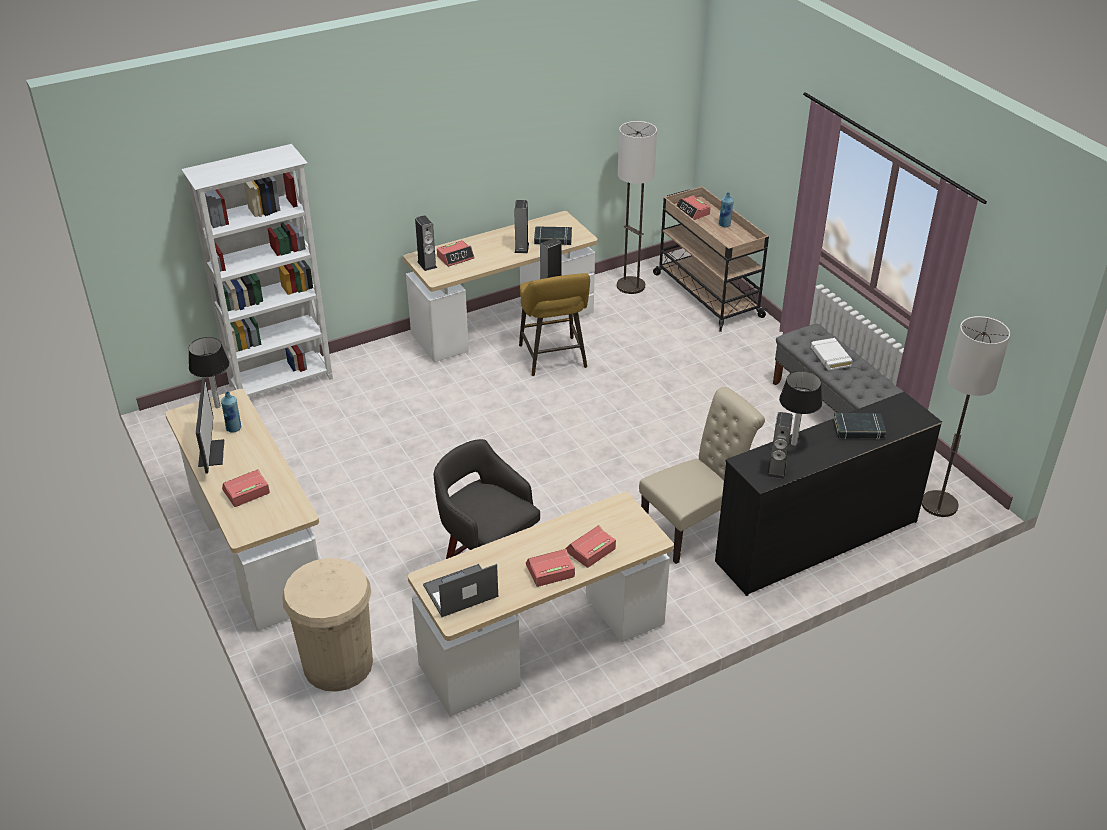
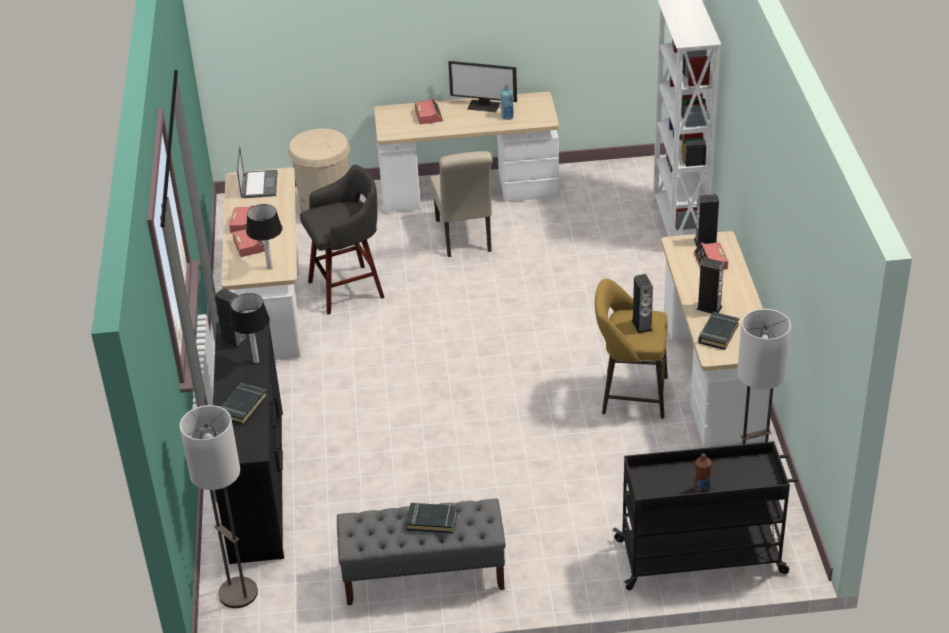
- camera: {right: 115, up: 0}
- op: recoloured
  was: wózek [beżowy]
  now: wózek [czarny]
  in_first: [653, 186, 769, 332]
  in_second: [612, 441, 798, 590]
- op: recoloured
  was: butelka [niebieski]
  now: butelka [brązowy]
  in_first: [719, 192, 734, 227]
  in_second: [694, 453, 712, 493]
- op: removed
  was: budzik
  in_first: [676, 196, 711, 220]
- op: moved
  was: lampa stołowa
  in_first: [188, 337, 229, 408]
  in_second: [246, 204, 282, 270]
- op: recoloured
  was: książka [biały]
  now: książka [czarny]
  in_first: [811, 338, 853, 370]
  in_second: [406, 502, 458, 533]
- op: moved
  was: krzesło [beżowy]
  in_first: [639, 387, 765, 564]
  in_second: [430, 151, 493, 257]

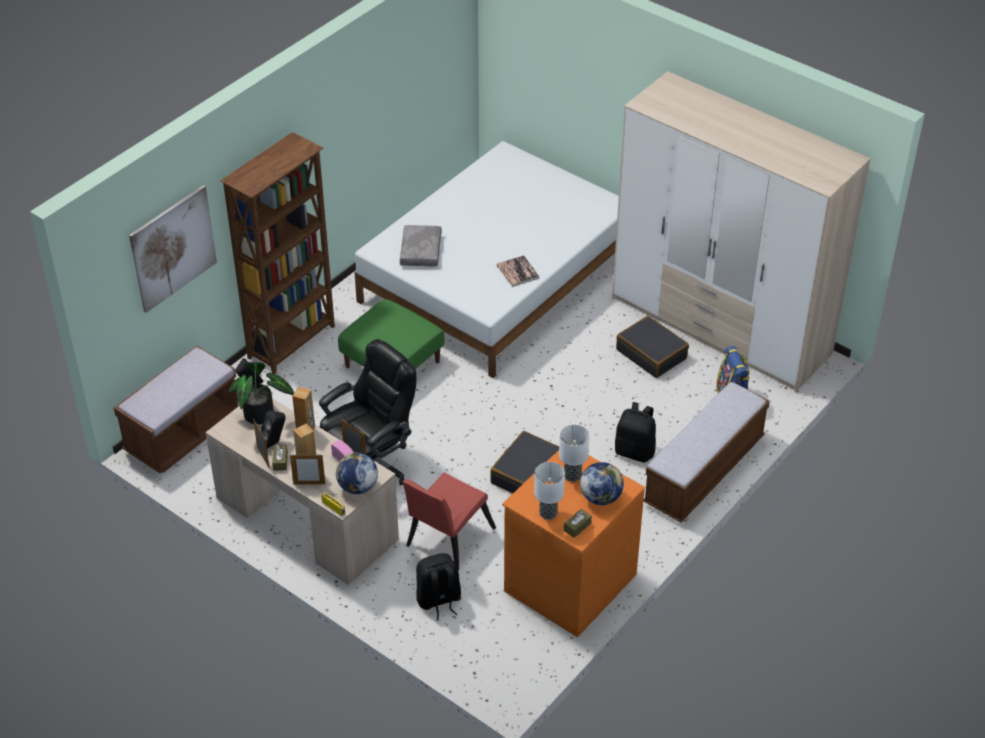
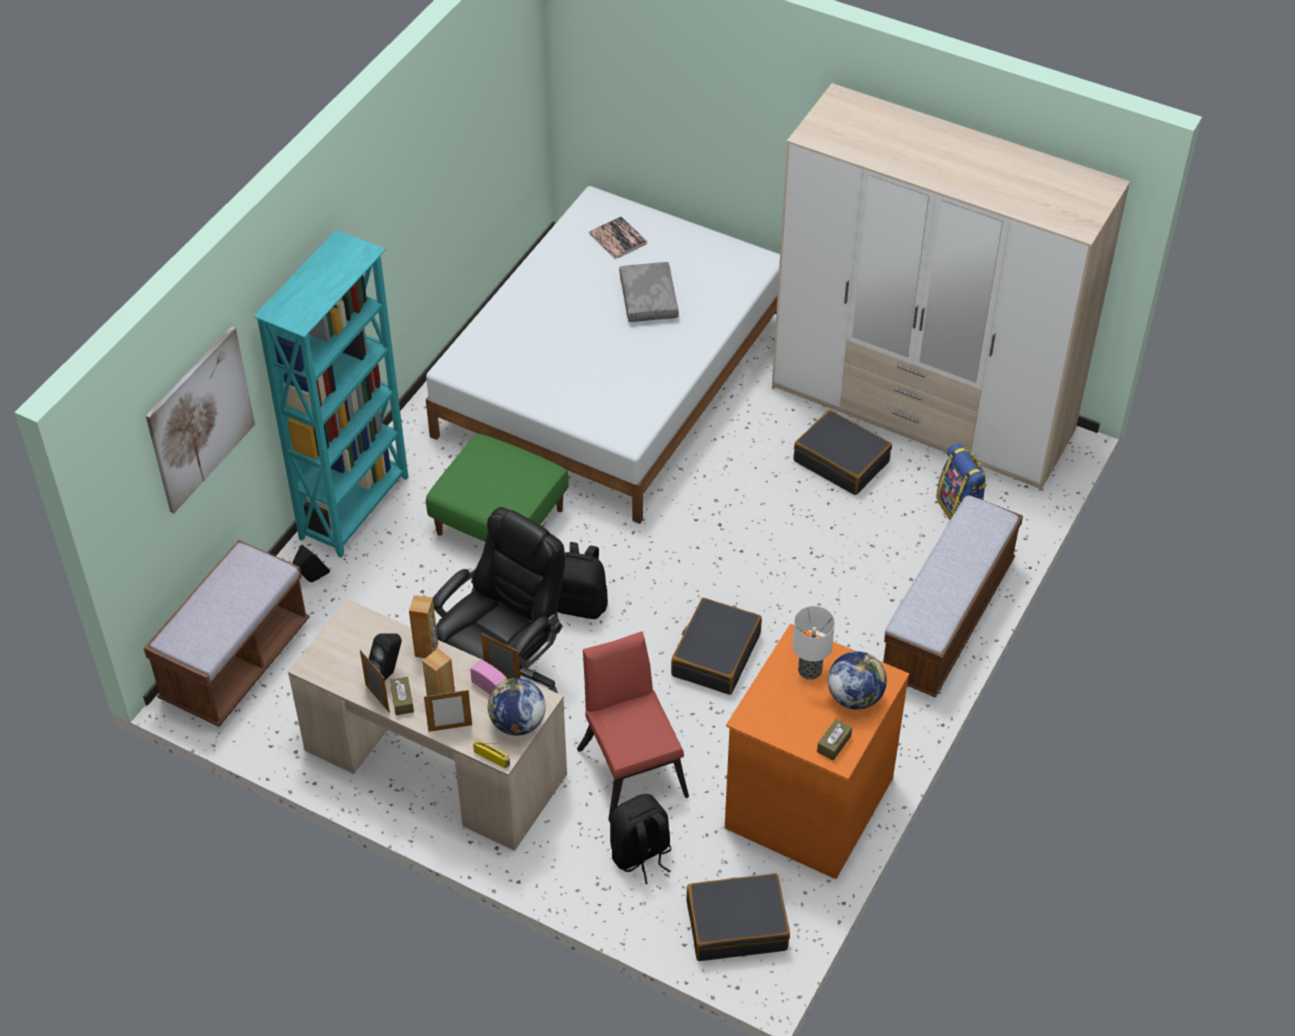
- camera: {right: -10, up: 5}
- op: recoloured
  was: regał [brązowy]
  now: regał [turkusowy]
  in_first: [220, 132, 335, 374]
  in_second: [253, 230, 408, 558]
- op: moved
  was: poduszka [szary]
  in_first: [400, 225, 442, 266]
  in_second: [619, 262, 679, 322]
- op: moved
  was: książka
  in_first: [496, 255, 539, 287]
  in_second: [589, 217, 647, 259]
- op: removed
  was: roślina doniczkowa
  in_first: [228, 362, 294, 424]
- op: moved
  was: plecak [czarny]
  in_first: [615, 402, 656, 463]
  in_second: [557, 542, 608, 619]
- op: removed
  was: lampa stołowa
  in_first: [534, 462, 565, 520]
- op: turned
  was: krzesło [czerwony]
  in_first: [403, 473, 496, 570]
  in_second: [577, 631, 689, 822]
  clockwise: 135
- op: added
  now: walizka [czarny]
  in_second: [686, 873, 790, 961]

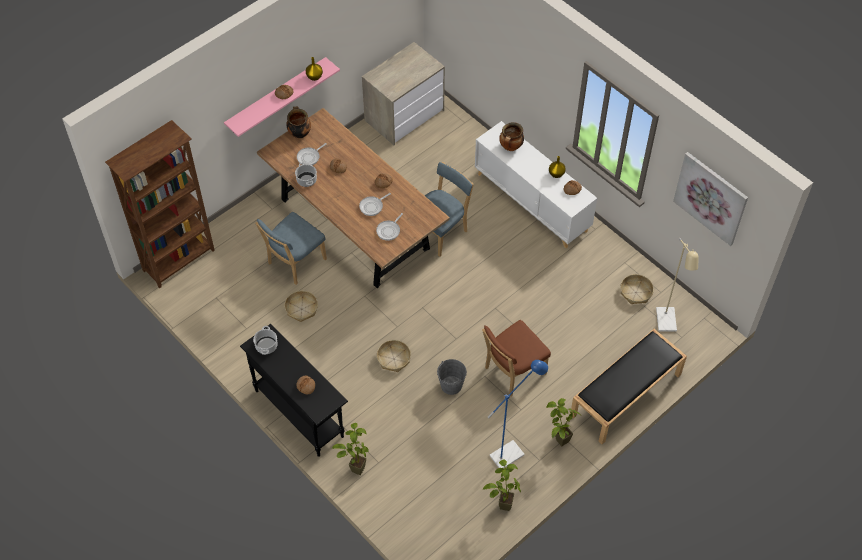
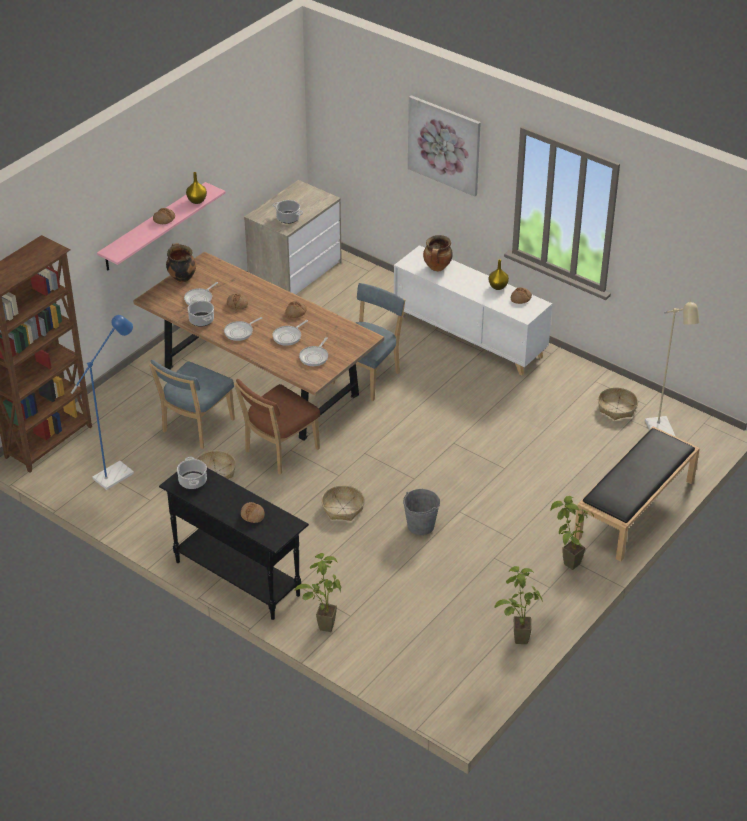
- camera: {right: -10, up: -15}
- op: moved
  was: obraz
  in_first: [673, 152, 748, 246]
  in_second: [408, 95, 481, 197]
- op: moved
  was: krzesło [brązowy]
  in_first: [482, 320, 551, 397]
  in_second: [234, 379, 320, 475]
- op: moved
  was: lampa stojąca [niebieski]
  in_first: [487, 360, 548, 469]
  in_second: [71, 315, 134, 490]
- op: added
  now: garnek
  in_second: [273, 200, 303, 224]
- op: added
  now: patelnia
  in_second: [224, 317, 262, 341]

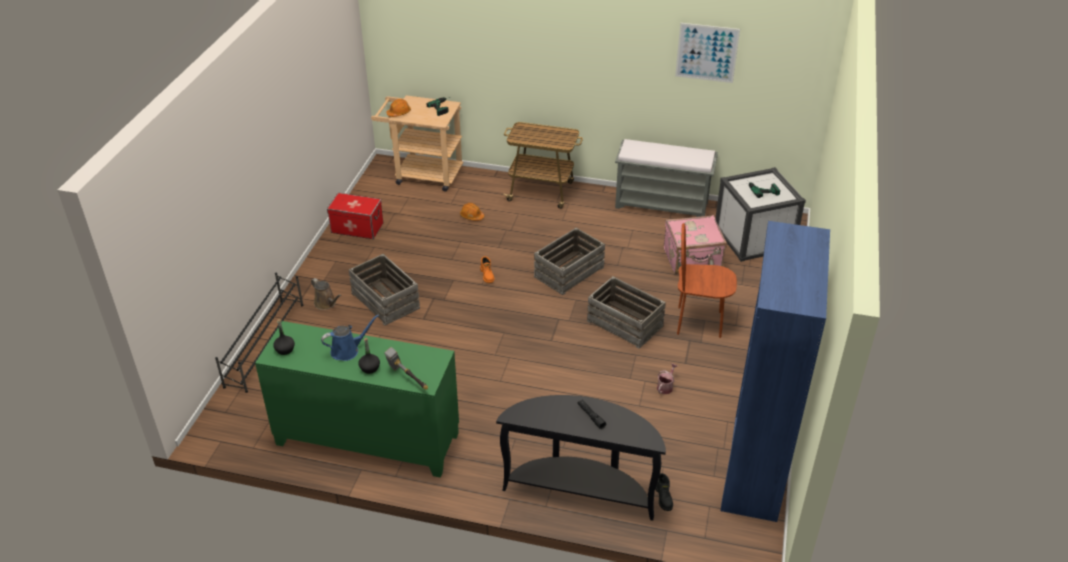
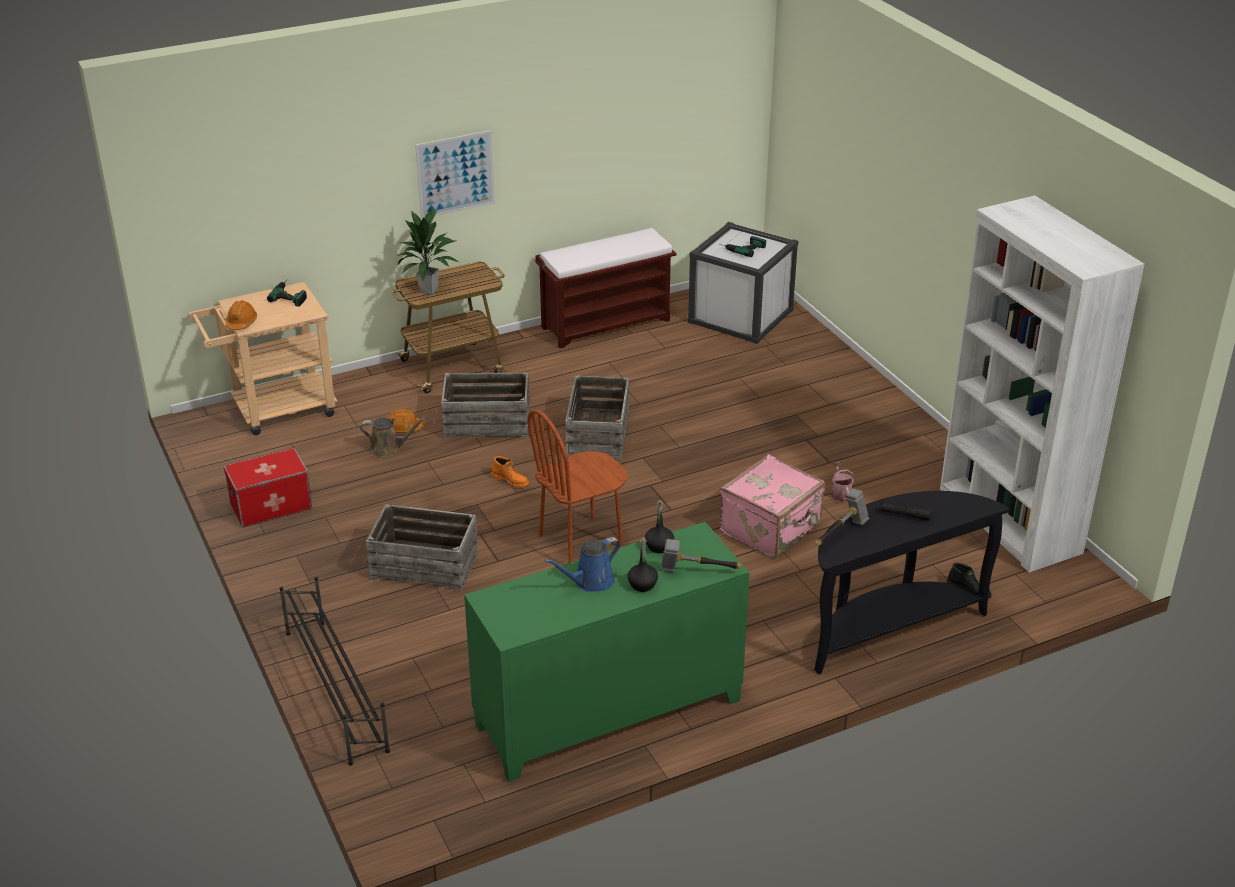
- camera: {right: -40, up: -5}
- op: moved
  was: obraz
  in_first: [675, 23, 740, 83]
  in_second: [415, 130, 495, 219]
- op: recoloured
  was: ławka [szary]
  now: ławka [brązowy]
  in_first: [615, 139, 718, 217]
  in_second: [535, 228, 677, 348]
- op: moved
  was: walizka [różowy]
  in_first: [664, 215, 727, 274]
  in_second: [720, 454, 825, 558]
- op: recoloured
  was: regał [niebieski]
  now: regał [biały]
  in_first: [720, 221, 830, 522]
  in_second: [940, 195, 1144, 573]
- op: moved
  was: krzesło [brązowy]
  in_first: [677, 223, 737, 338]
  in_second: [527, 409, 628, 563]
- op: moved
  was: skrzynka
  in_first: [587, 276, 666, 349]
  in_second: [441, 373, 530, 439]
- op: moved
  was: konewka [brązowy]
  in_first: [311, 278, 342, 310]
  in_second: [360, 417, 426, 457]
- op: turned
  was: konewka [niebieski]
  in_first: [321, 315, 379, 361]
  in_second: [545, 537, 621, 592]
  clockwise: -150
- op: moved
  was: butelka [czarny]
  in_first: [273, 319, 295, 355]
  in_second: [645, 500, 674, 553]
- op: added
  now: roślina doniczkowa
  in_second: [397, 209, 458, 295]
- op: added
  now: młotek
  in_second: [815, 489, 869, 546]

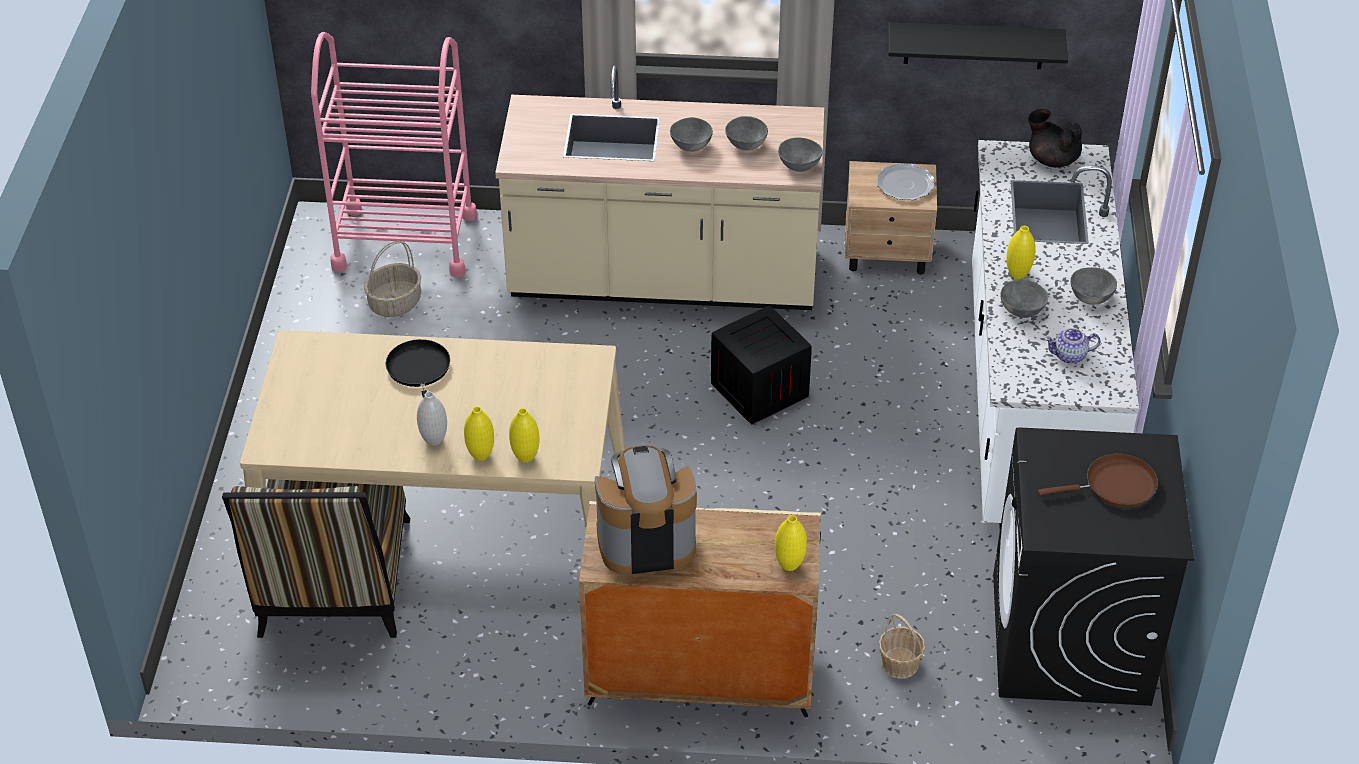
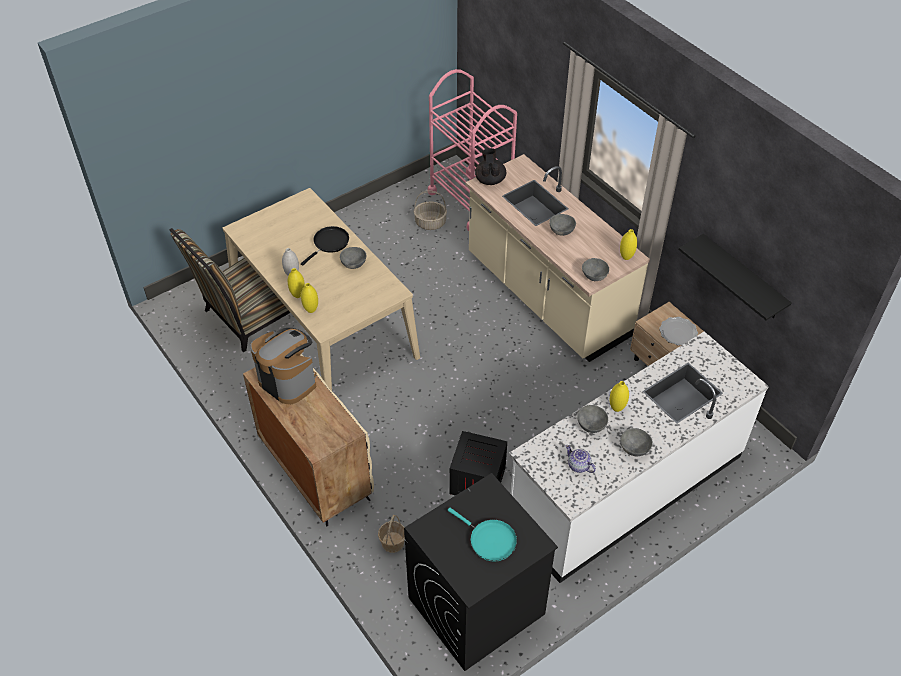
- camera: {right: 50, up: 5}
- op: moved
  was: imbryk [czarny]
  in_first: [1028, 109, 1082, 168]
  in_second: [475, 148, 506, 185]
- op: moved
  was: miska [szary]
  in_first: [725, 116, 768, 151]
  in_second: [340, 247, 366, 269]
- op: moved
  was: skrzynka
  in_first: [711, 306, 812, 425]
  in_second: [449, 431, 507, 496]
- op: recoloured
  was: patelnia [brązowy]
  now: patelnia [turkusowy]
  in_first: [1038, 453, 1158, 507]
  in_second: [448, 508, 517, 562]
- op: moved
  was: wazon [żółty]
  in_first: [775, 515, 807, 571]
  in_second: [620, 229, 637, 260]

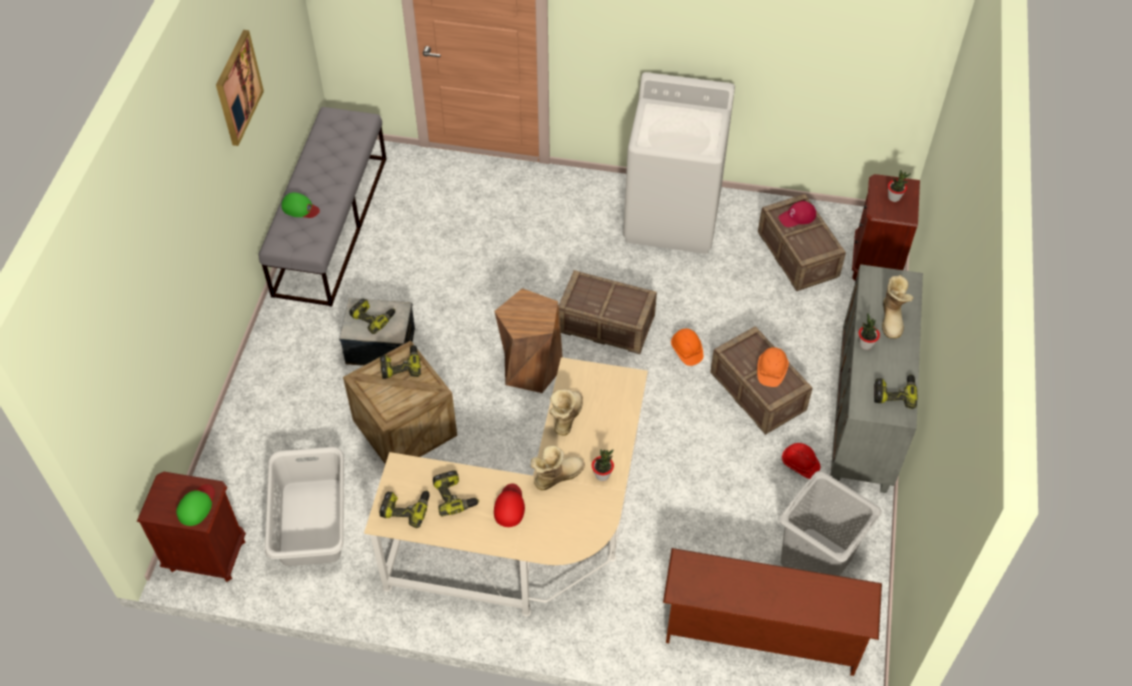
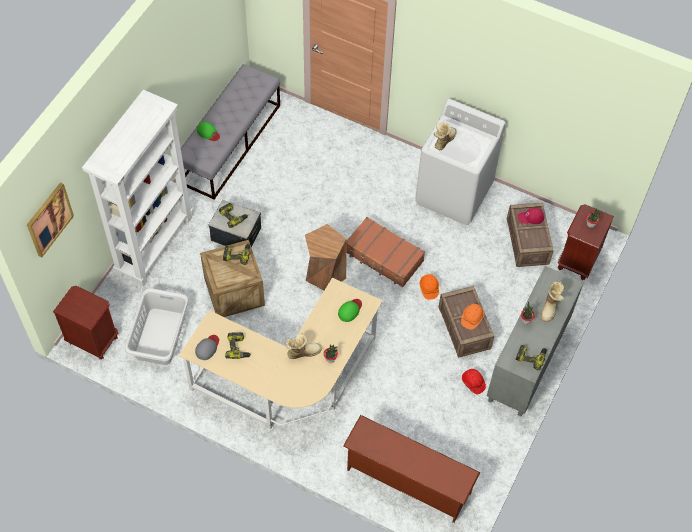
- camera: {right: 15, up: 5}
- op: moved
  was: obraz
  in_first: [216, 30, 264, 146]
  in_second: [27, 182, 74, 257]
- op: replaced
  was: skrzynka
  now: walizka [brązowy]
  in_first: [558, 270, 657, 354]
  in_second: [347, 217, 425, 287]
- op: moved
  was: but z cholewką
  in_first: [549, 389, 583, 436]
  in_second: [433, 123, 457, 150]
- op: removed
  was: kosz na pranie [szary]
  in_first: [779, 471, 882, 576]
- op: removed
  was: czapka z daszkiem [czerwony]
  in_first: [494, 483, 525, 527]
- op: moved
  was: czapka z daszkiem [zielony]
  in_first: [176, 484, 215, 526]
  in_second: [338, 299, 362, 322]
- op: replaced
  was: wiertarka
  now: czapka z daszkiem [szary]
  in_first: [379, 490, 430, 528]
  in_second: [195, 335, 219, 360]
- op: added
  now: regał [biały]
  in_second: [82, 90, 193, 287]

